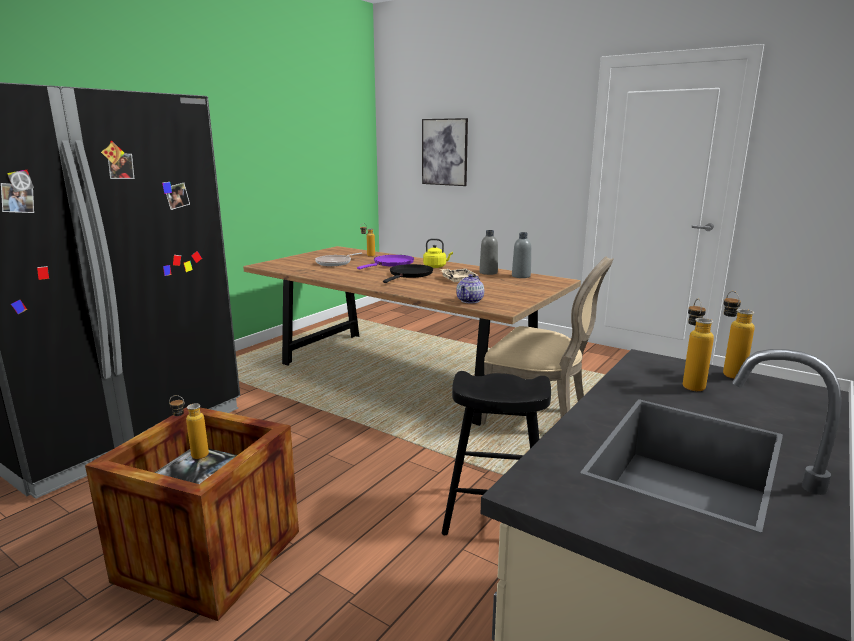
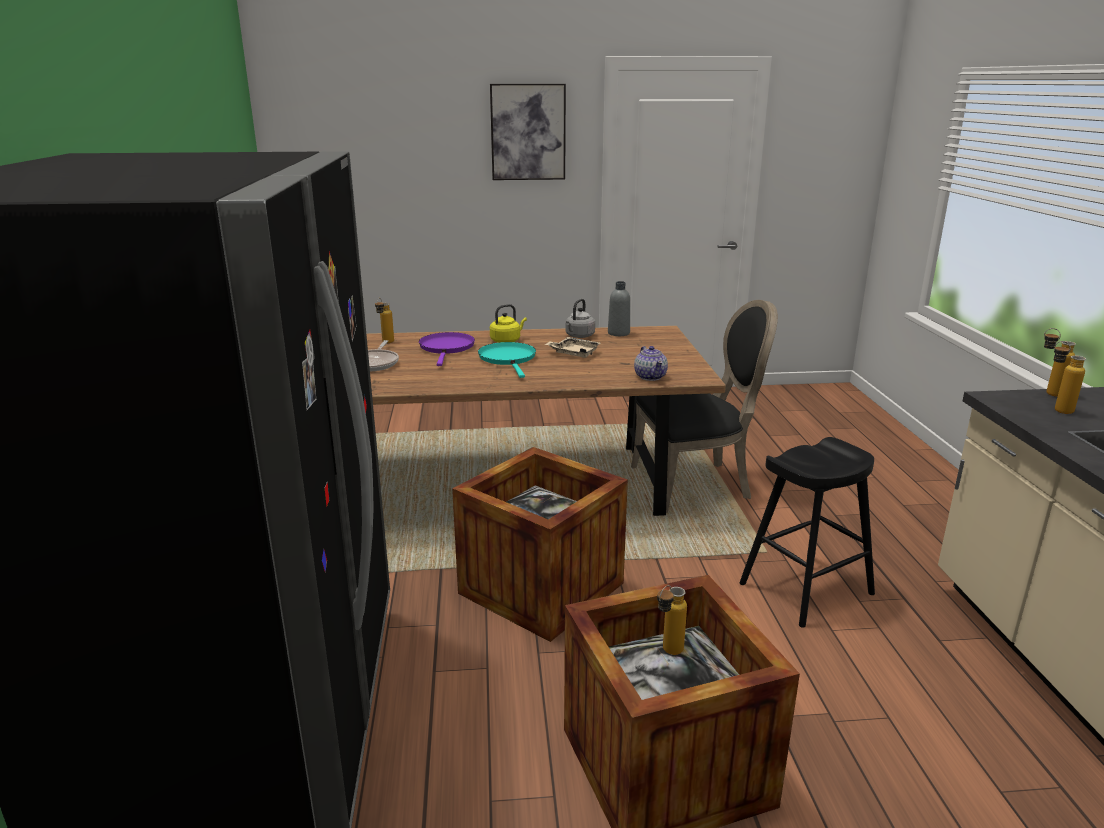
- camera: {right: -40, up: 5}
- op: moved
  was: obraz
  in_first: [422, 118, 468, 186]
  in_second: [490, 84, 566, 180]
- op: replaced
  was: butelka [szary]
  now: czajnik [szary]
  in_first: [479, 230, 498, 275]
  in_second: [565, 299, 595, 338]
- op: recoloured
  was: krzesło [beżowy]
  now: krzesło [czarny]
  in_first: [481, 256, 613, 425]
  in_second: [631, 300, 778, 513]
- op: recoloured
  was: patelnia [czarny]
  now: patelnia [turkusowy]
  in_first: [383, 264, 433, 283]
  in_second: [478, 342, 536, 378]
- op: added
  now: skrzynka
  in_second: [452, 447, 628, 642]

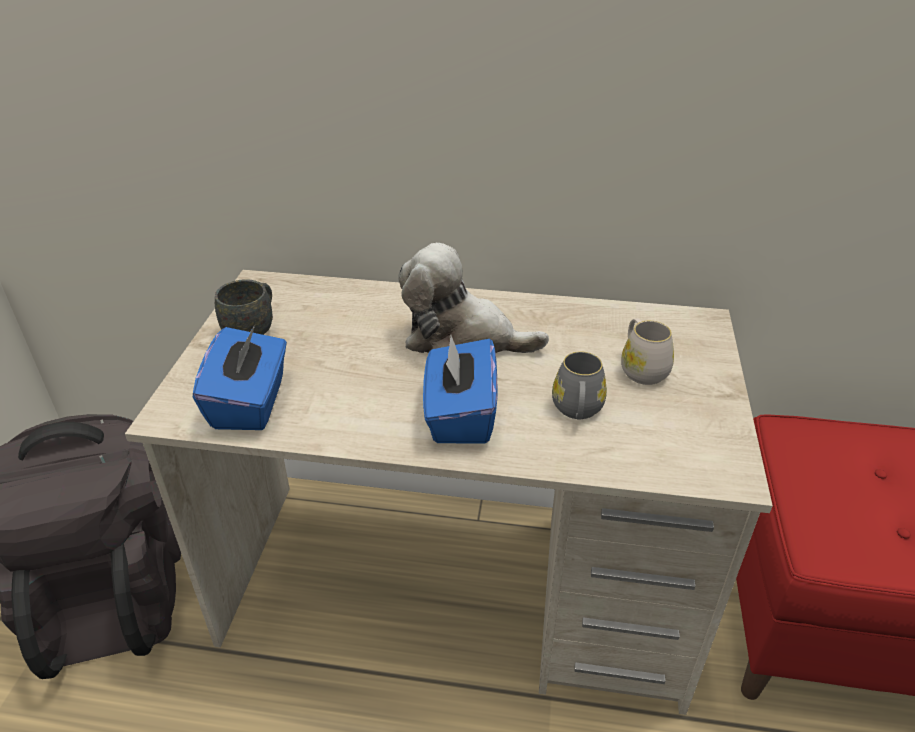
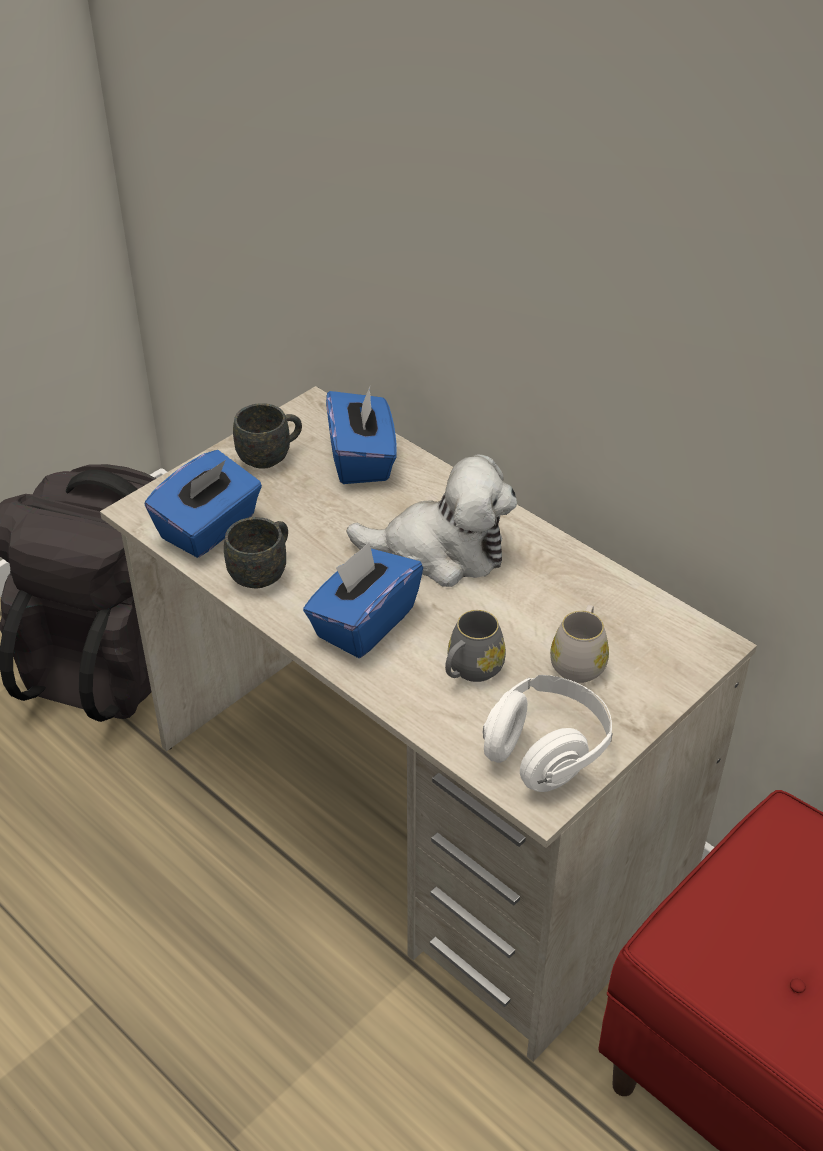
- camera: {right: 35, up: 5}
- op: turned
  was: pluszak
  in_first: [398, 243, 549, 353]
  in_second: [346, 454, 517, 587]
  clockwise: 135
- op: added
  now: pudełko chusteczek [niebieski]
  in_second: [326, 387, 397, 484]
- op: added
  now: kubek [szary]
  in_second: [224, 517, 288, 588]
- op: added
  now: słuchawki [biały]
  in_second: [483, 675, 612, 792]

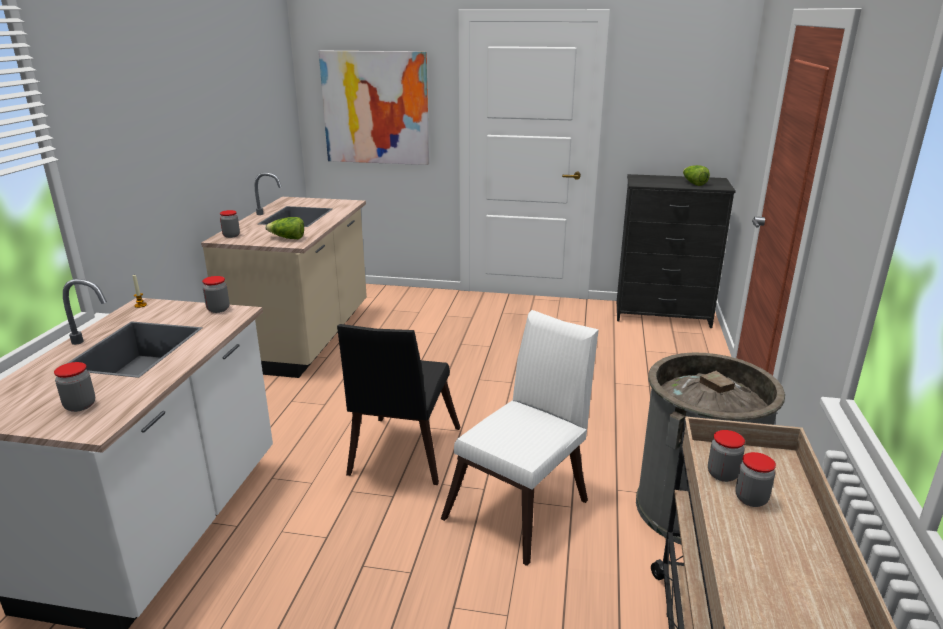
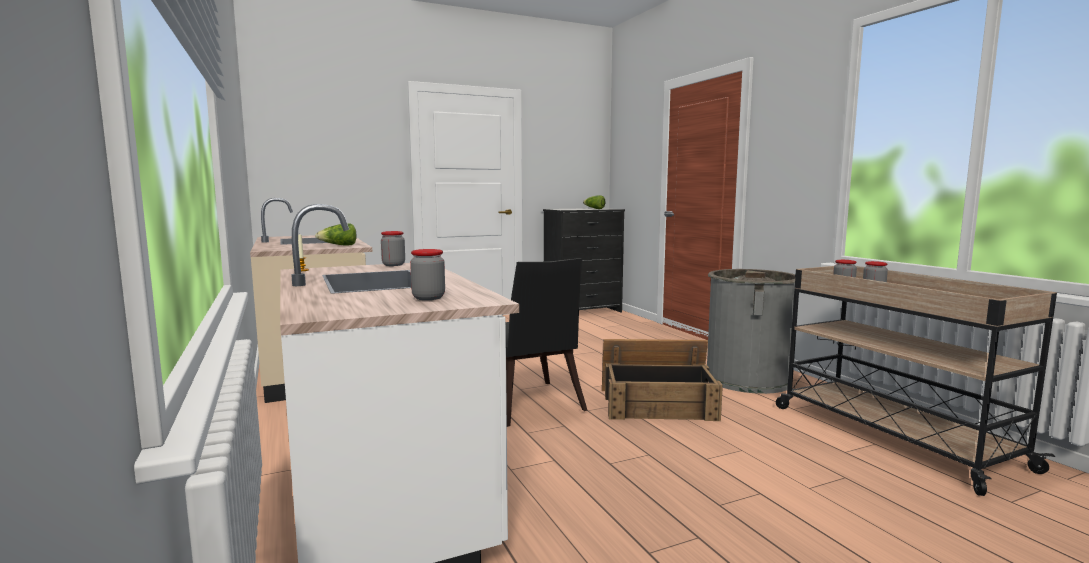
- camera: {right: -35, up: -15}
- op: removed
  was: obraz
  in_first: [319, 50, 429, 165]
- op: removed
  was: słoik
  in_first: [220, 210, 240, 238]
- op: replaced
  was: krzesło [biały]
  now: skrzynka
  in_first: [441, 310, 599, 566]
  in_second: [602, 339, 723, 421]

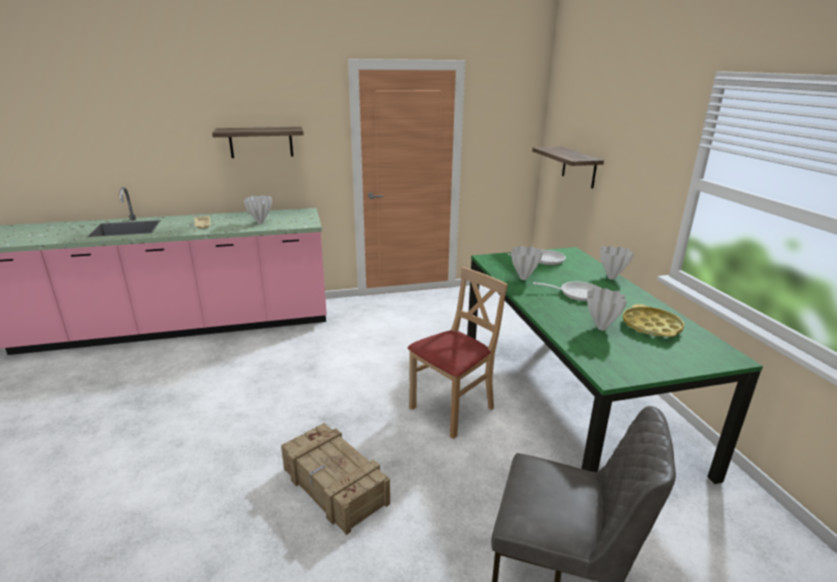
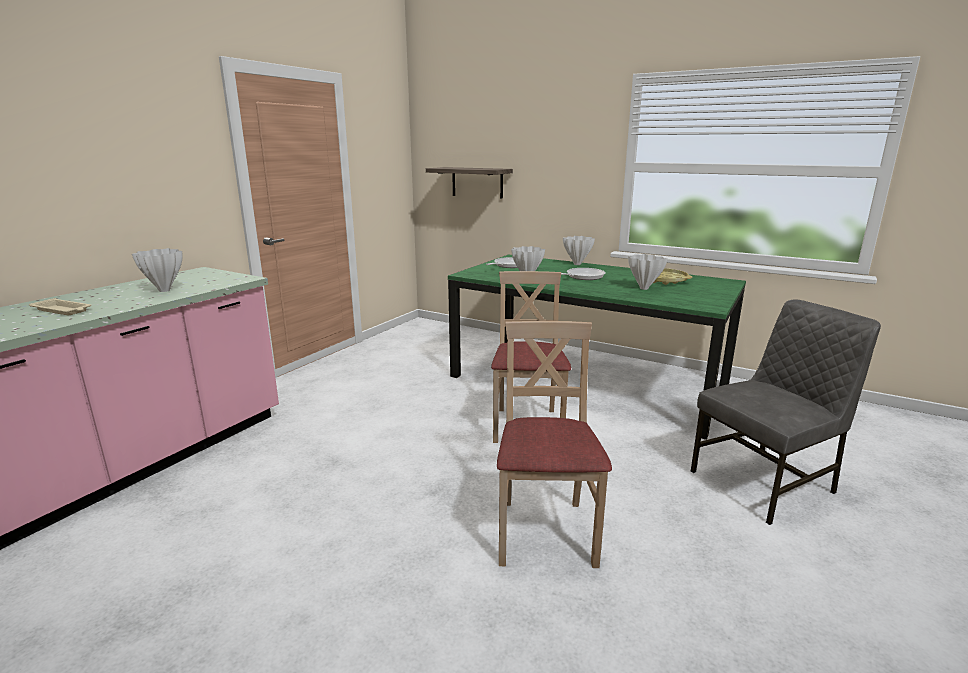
- camera: {right: -45, up: -5}
- op: removed
  was: półka
  in_first: [212, 127, 304, 158]
- op: replaced
  was: skrzynka
  now: krzesło [beżowy]
  in_first: [281, 423, 390, 535]
  in_second: [497, 321, 612, 568]

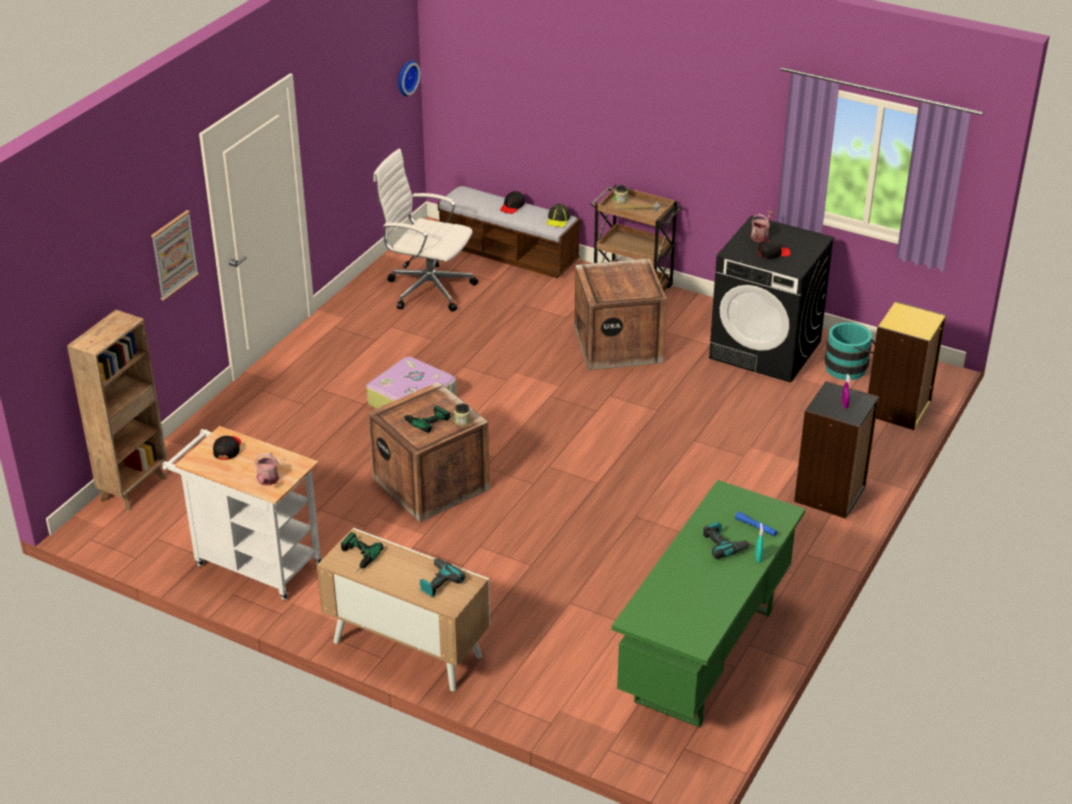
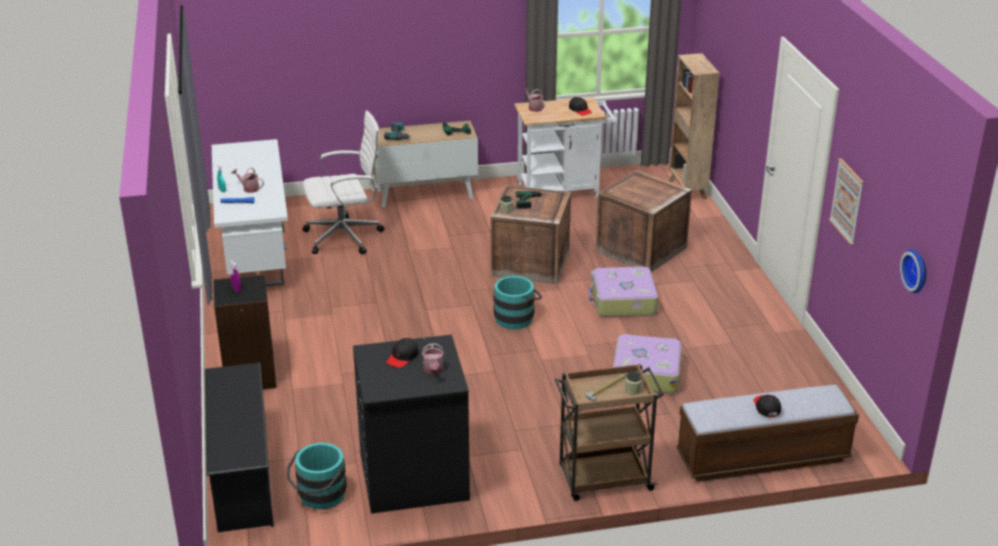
- camera: {right: 140, up: -5}
- op: moved
  was: krzesło biurowe [biały]
  in_first: [374, 149, 478, 312]
  in_second: [303, 110, 385, 255]
- op: removed
  was: czapka z daszkiem
  in_first: [546, 204, 570, 227]
- op: moved
  was: obraz
  in_first: [151, 210, 199, 301]
  in_second: [829, 158, 864, 245]
- op: moved
  was: skrzynka
  in_first: [574, 258, 667, 370]
  in_second: [595, 170, 692, 272]
- op: replaced
  was: regał [żółty]
  now: regał na buty [czarny]
  in_first: [868, 301, 946, 430]
  in_second: [205, 363, 274, 532]
- op: recoloured
  was: biurko [zielony]
  now: biurko [biały]
  in_first: [612, 480, 805, 728]
  in_second: [212, 139, 288, 286]
- op: replaced
  was: wiertarka
  now: konewka
  in_first: [703, 522, 752, 559]
  in_second: [231, 167, 264, 193]
- op: added
  now: wiadro [turkusowy]
  in_second: [494, 276, 542, 329]
- op: added
  now: walizka
  in_second: [613, 334, 682, 394]

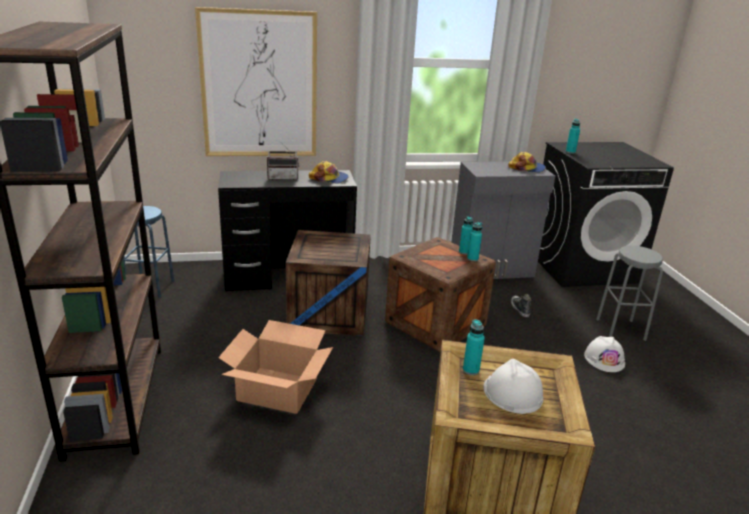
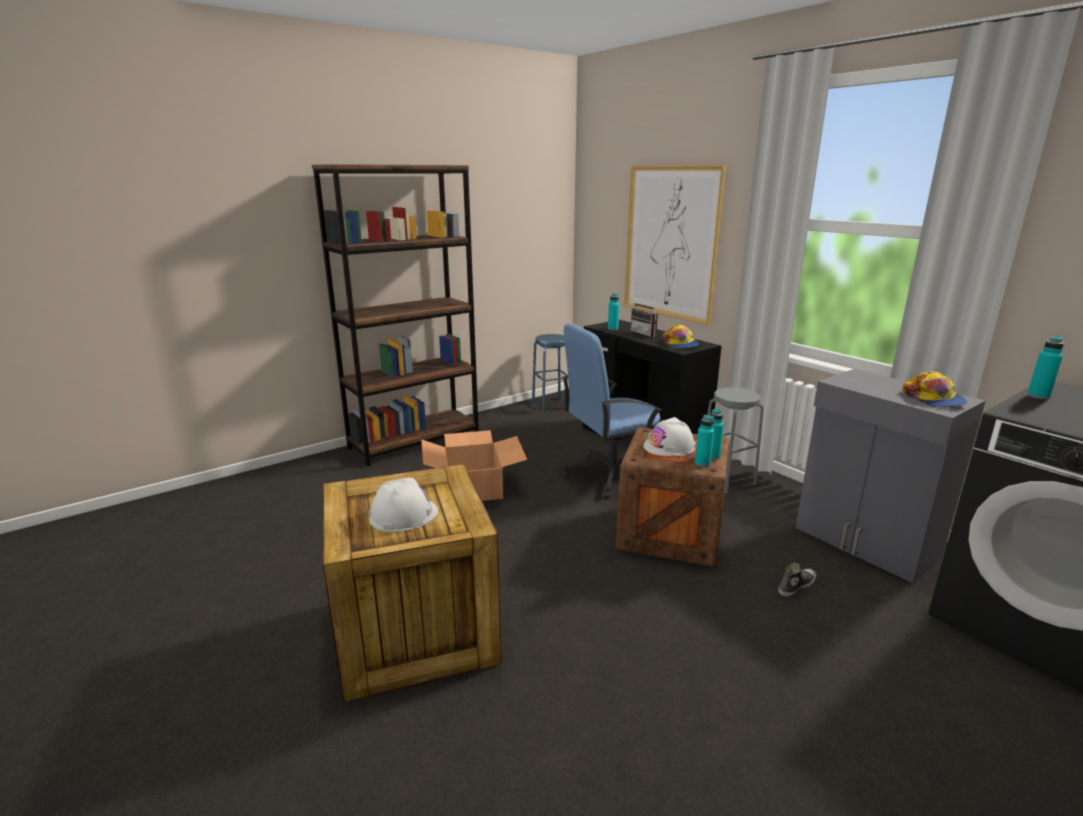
- camera: {right: 65, up: -5}
- op: replaced
  was: skrzynka
  now: krzesło biurowe [niebieski]
  in_first: [286, 230, 371, 336]
  in_second: [562, 323, 662, 498]
- op: moved
  was: stołek [szary]
  in_first: [596, 246, 663, 341]
  in_second: [707, 388, 764, 494]
- op: moved
  was: butelka [turkusowy]
  in_first: [463, 319, 485, 375]
  in_second: [608, 293, 619, 330]
- op: moved
  was: kask [biały]
  in_first: [584, 336, 625, 372]
  in_second: [643, 417, 695, 456]

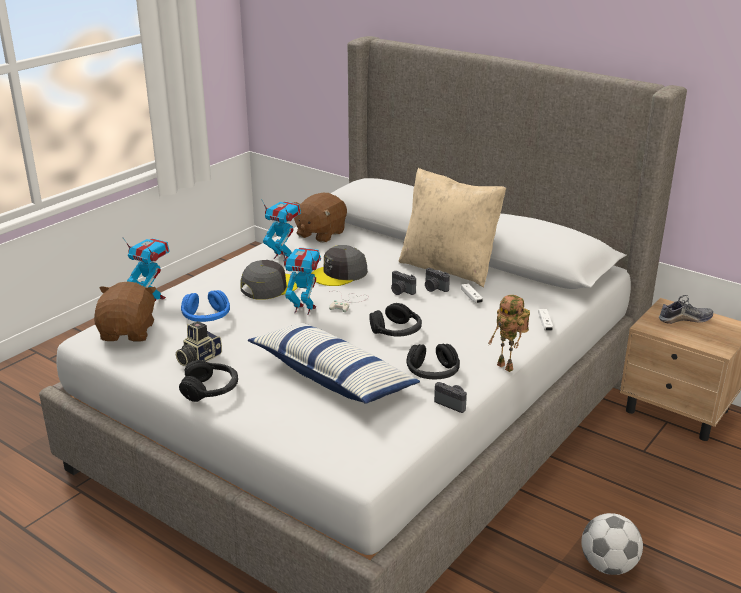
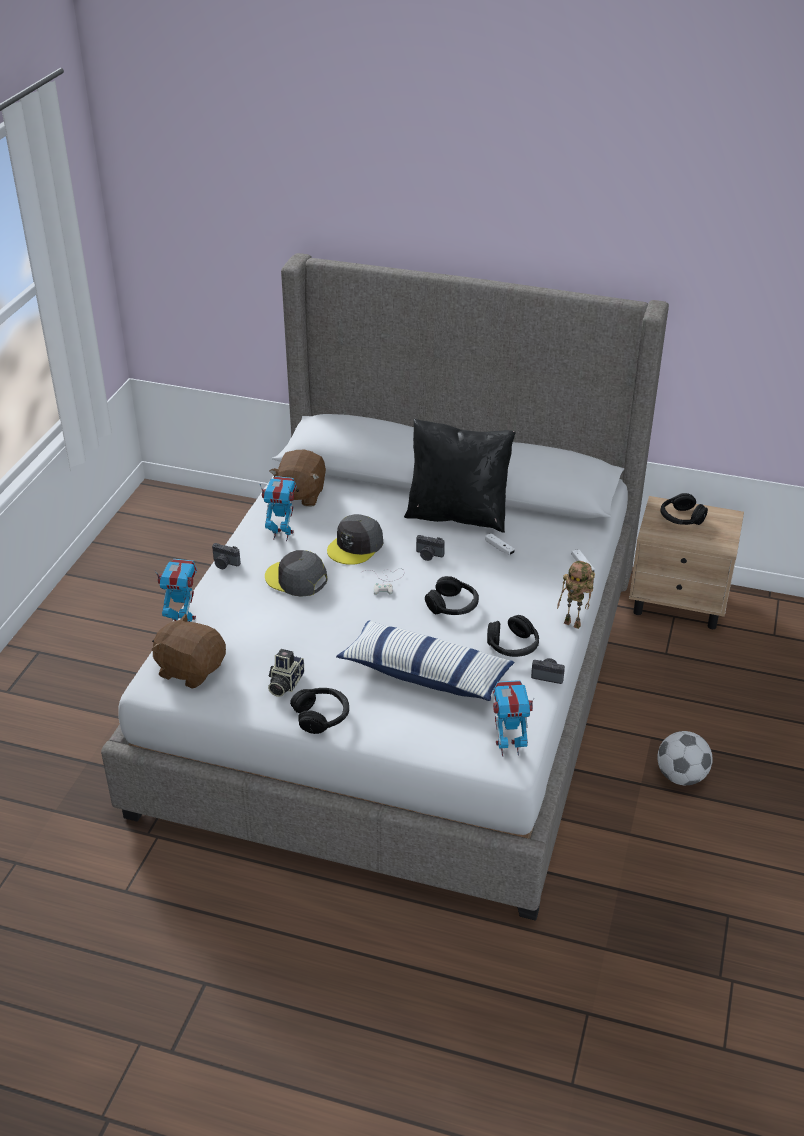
- camera: {right: -20, up: 10}
- op: recoloured
  was: poduszka [beżowy]
  now: poduszka [czarny]
  in_first: [399, 168, 506, 287]
  in_second: [404, 419, 516, 533]
- op: moved
  was: robot zabawkowy
  in_first: [282, 247, 321, 315]
  in_second: [493, 680, 534, 757]
- op: turned
  was: czapka z daszkiem [szary]
  in_first: [241, 260, 298, 300]
  in_second: [265, 550, 327, 597]
  clockwise: -90
- op: moved
  was: aparat fotograficzny
  in_first: [425, 268, 450, 292]
  in_second: [212, 543, 241, 569]
- op: turned
  was: pluszak [brązowy]
  in_first: [94, 282, 156, 342]
  in_second: [152, 614, 226, 689]
  clockwise: -45
- op: removed
  was: słuchawki [niebieski]
  in_first: [181, 290, 230, 322]
- op: replaced
  was: but
  now: słuchawki [czarny]
  in_first: [659, 295, 713, 324]
  in_second: [660, 493, 708, 525]

